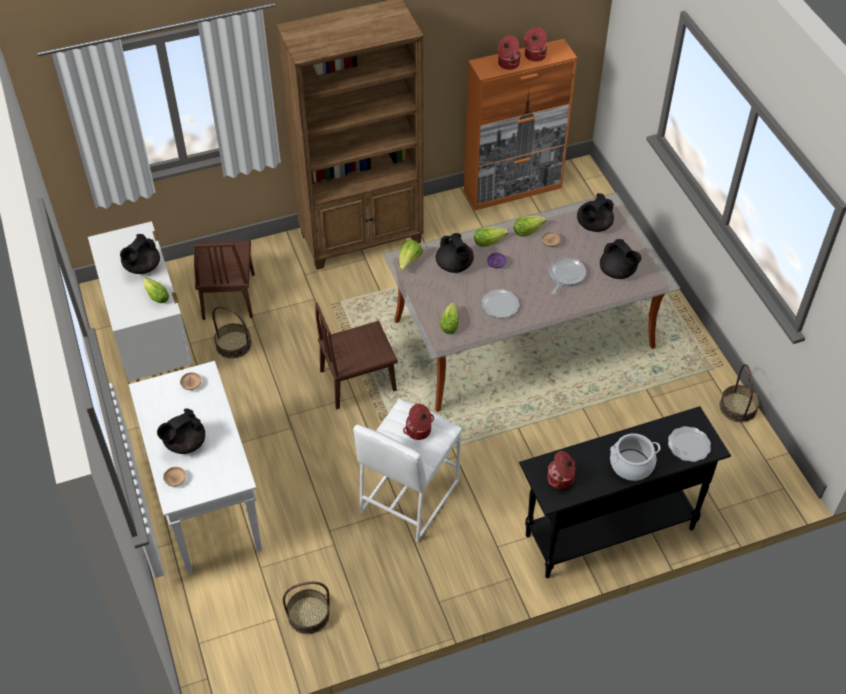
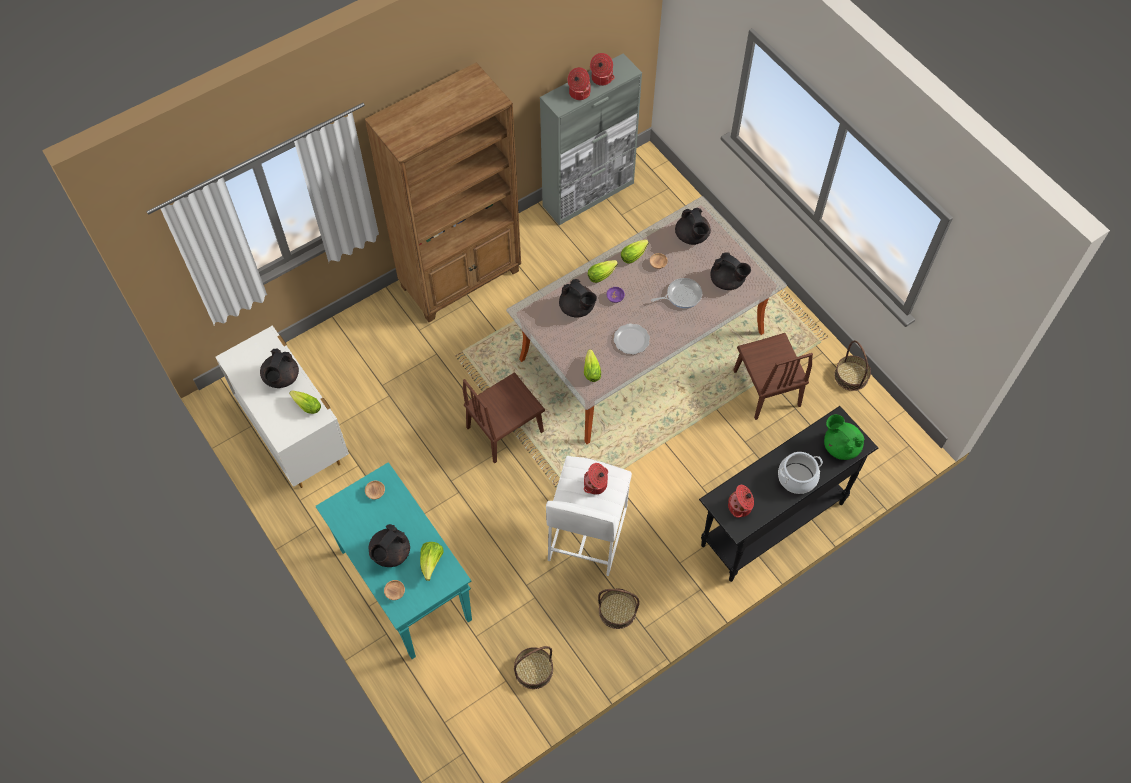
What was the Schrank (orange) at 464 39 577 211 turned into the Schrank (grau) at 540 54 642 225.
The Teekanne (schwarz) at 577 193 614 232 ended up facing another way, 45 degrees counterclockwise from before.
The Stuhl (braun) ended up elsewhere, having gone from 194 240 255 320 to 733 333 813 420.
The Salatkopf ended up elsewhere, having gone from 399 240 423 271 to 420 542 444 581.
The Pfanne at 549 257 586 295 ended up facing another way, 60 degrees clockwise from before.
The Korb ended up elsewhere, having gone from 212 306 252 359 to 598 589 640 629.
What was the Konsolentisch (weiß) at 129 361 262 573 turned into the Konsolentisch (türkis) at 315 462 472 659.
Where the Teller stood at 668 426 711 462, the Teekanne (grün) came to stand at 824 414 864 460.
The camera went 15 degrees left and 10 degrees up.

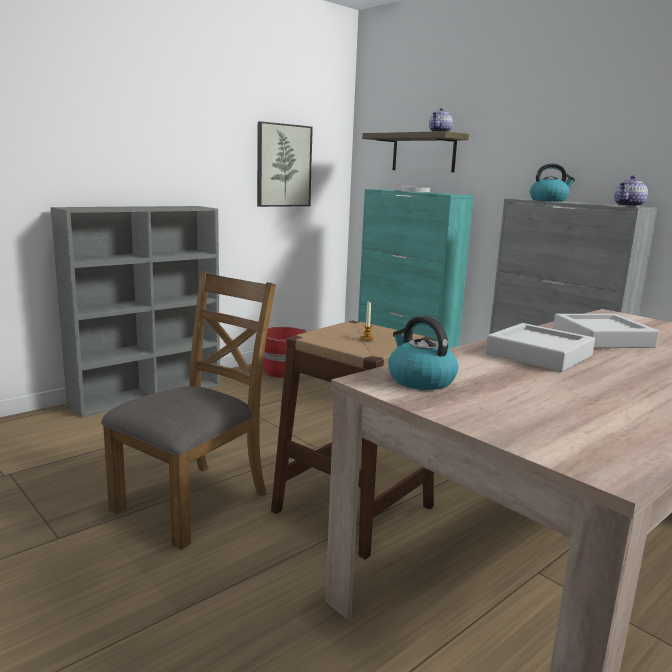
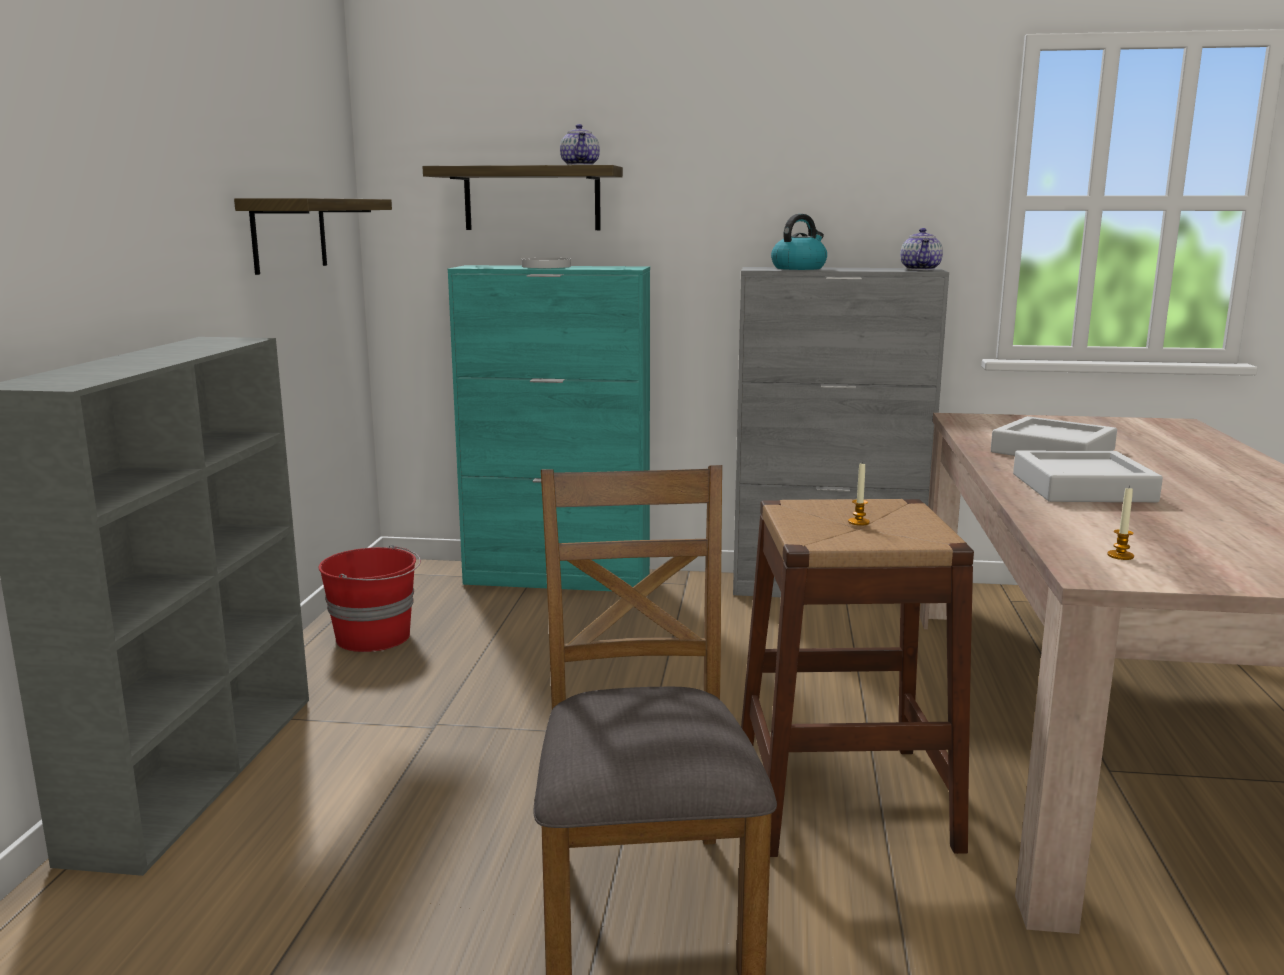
Where the Bild hung at 257 121 313 207, the Wandregal came to hang at 234 198 392 275.
Where the Wasserkessel stood at 388 316 459 390, the Kerze came to stand at 1107 486 1134 560.
The camera went 40 degrees left and 0 degrees up.

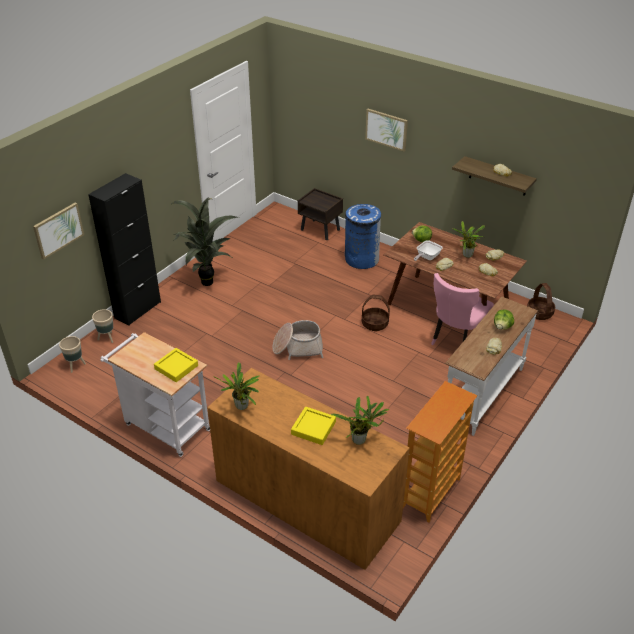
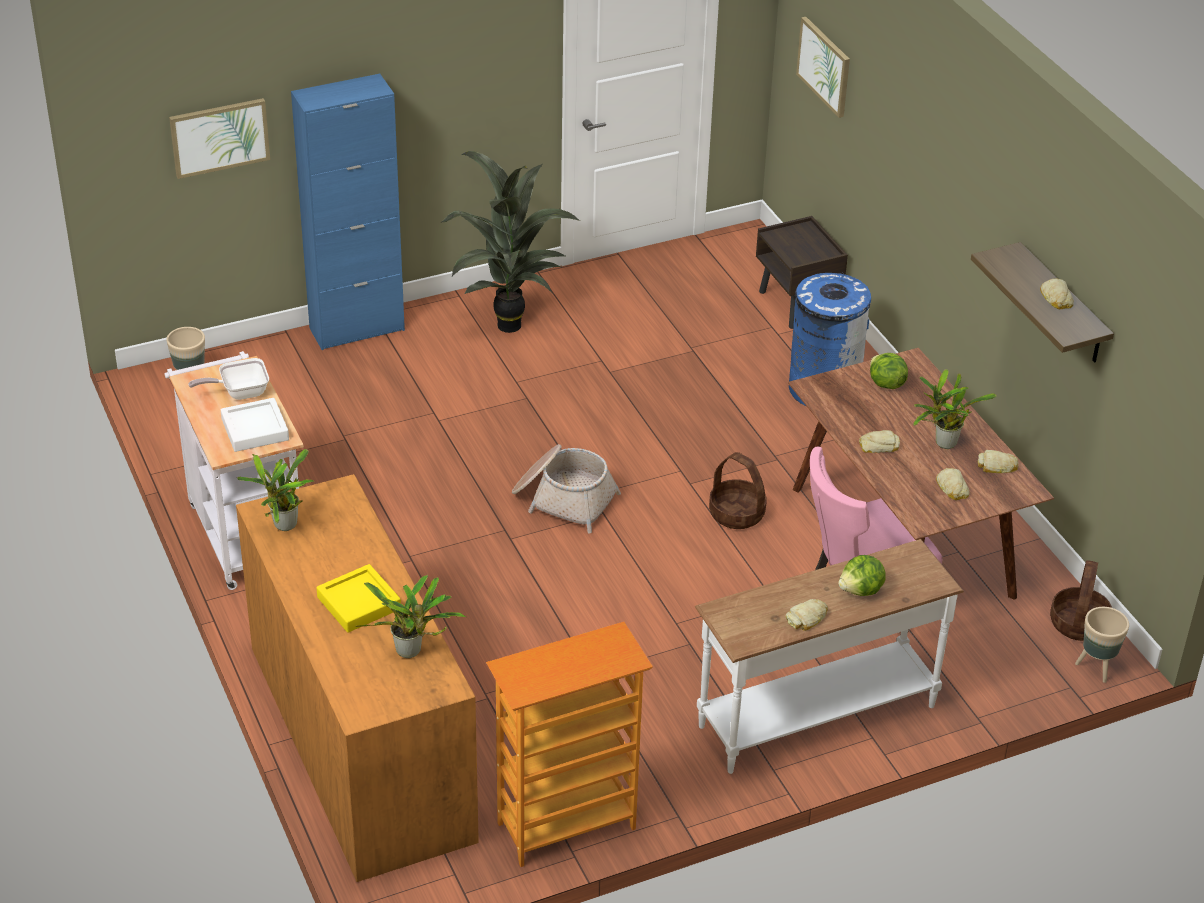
The Bild ended up elsewhere, having gone from 365 109 408 151 to 796 17 850 118.
What was the Schrank (schwarz) at 88 173 161 326 turned into the Schrank (blau) at 291 74 405 350.
The Pfanne ended up elsewhere, having gone from 414 240 443 261 to 188 358 269 400.
The Pflanzkübel (beige) ended up elsewhere, having gone from 92 309 113 343 to 1075 607 1129 683.
What was the Tablett (gelb) at 154 348 198 382 turned into the Tablett (weiß) at 221 398 289 452.
The camera went 30 degrees right and 0 degrees up.

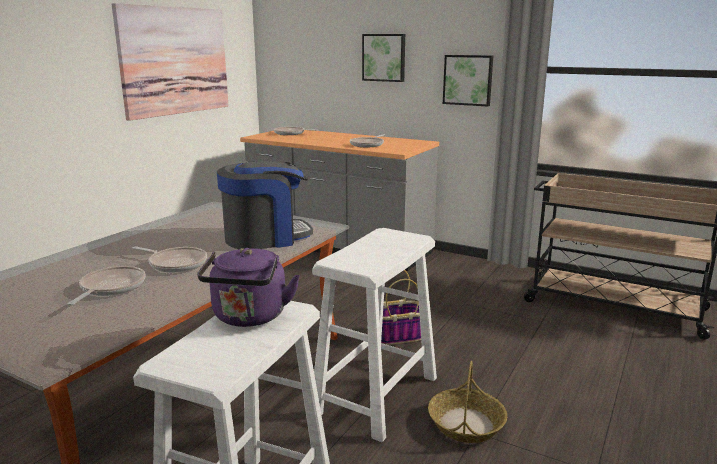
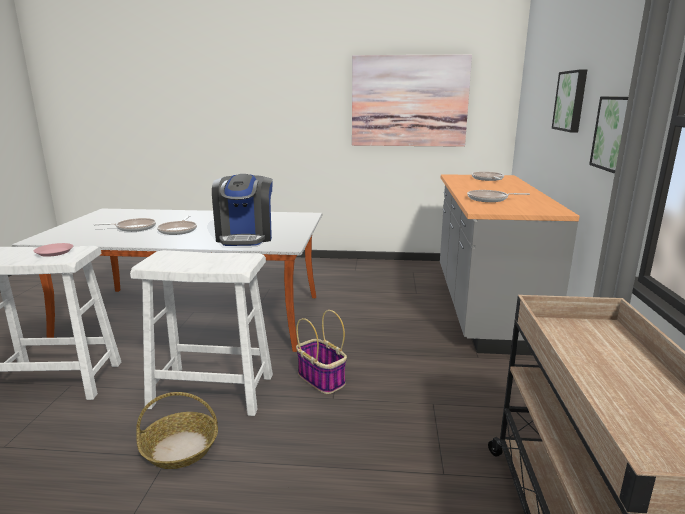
The Kaffeemaschine at 217 162 313 249 ended up facing another way, 45 degrees clockwise from before.
Where the Wasserkessel (lila) stood at 197 248 300 327, the Teller (rosa) came to stand at 34 243 73 257.
The camera went 65 degrees right and 0 degrees up.

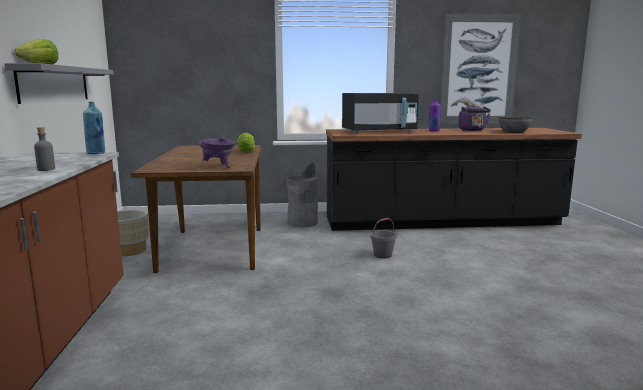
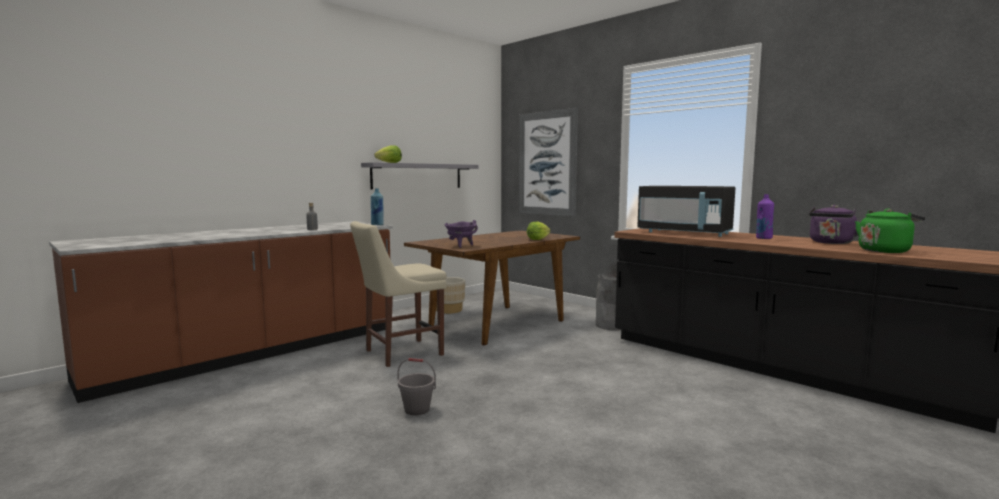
The Bild ended up elsewhere, having gone from 440 13 521 124 to 519 108 578 217.
Where the Schüssel (grau) stood at 498 116 533 133, the Wasserkessel (grün) came to stand at 855 208 925 253.
The Eimer (grau) ended up elsewhere, having gone from 370 218 397 259 to 397 358 436 415.
The second view gained the Stuhl (beige) at 350 221 447 367.
The camera went 50 degrees right and 5 degrees down.

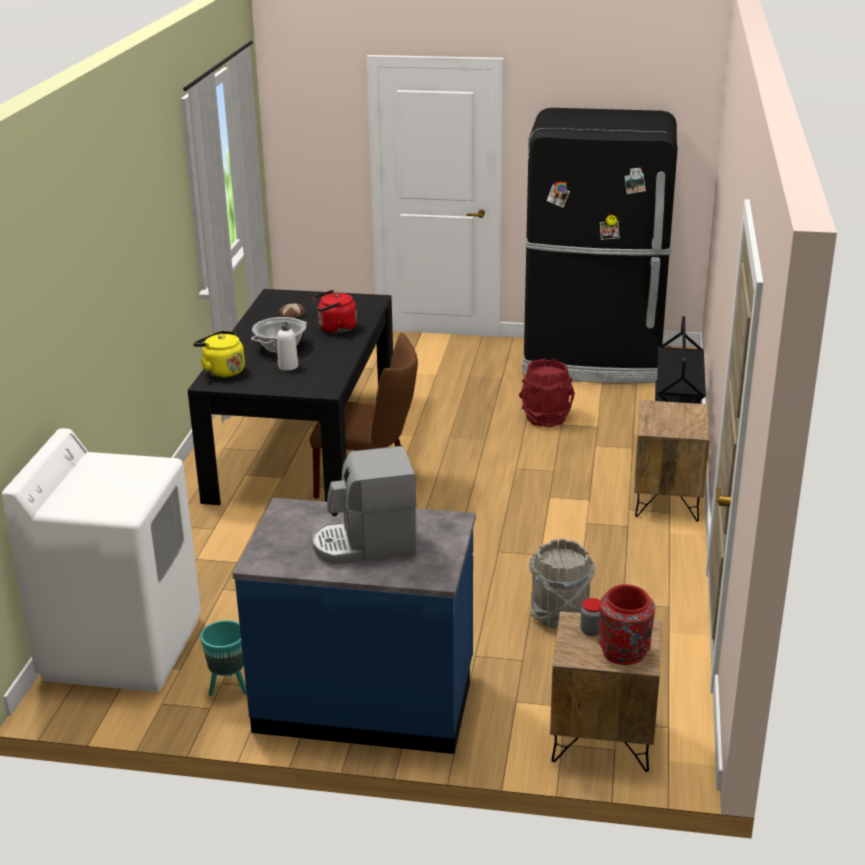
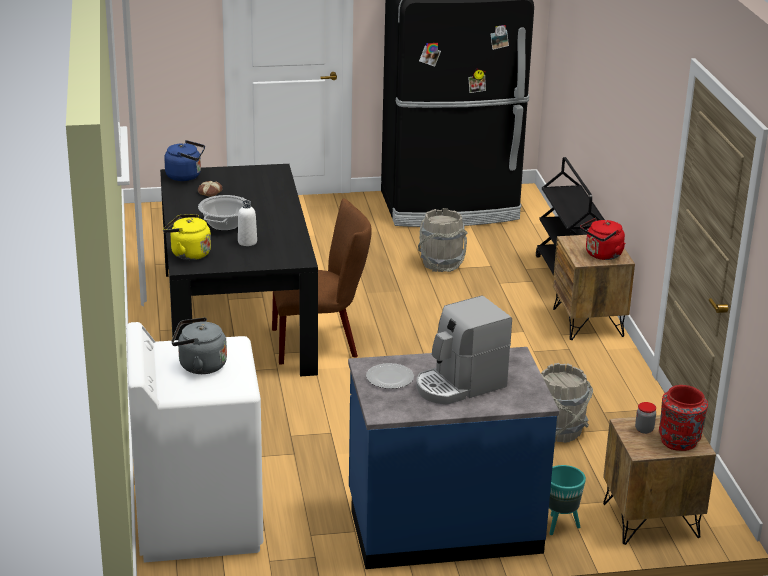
The Wasserkessel (rot) ended up elsewhere, having gone from 313 290 357 334 to 580 218 625 260.
What was the Eimer (rot) at 519 359 575 427 turned into the Eimer (grau) at 418 208 468 272.
The Pflanzkübel (türkis) ended up elsewhere, having gone from 200 620 247 696 to 549 465 586 535.
The second view gained the Wasserkessel (blau) at 164 140 205 181.
The second view gained the Wasserkessel (grau) at 171 317 227 374.
The second view gained the Teller at 366 363 414 389.
The camera went 20 degrees left and 0 degrees up.

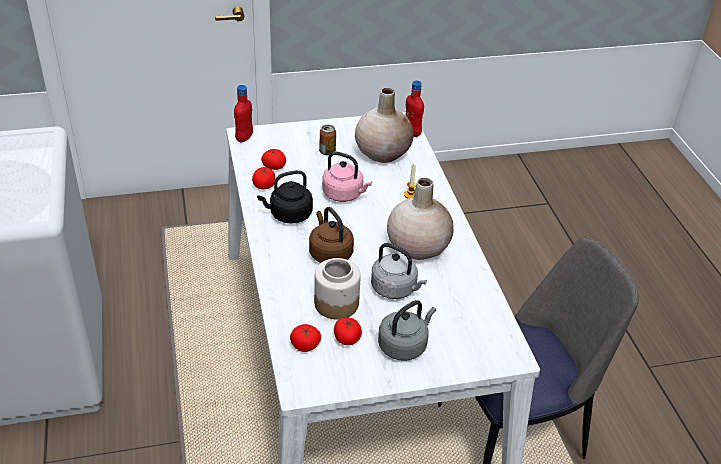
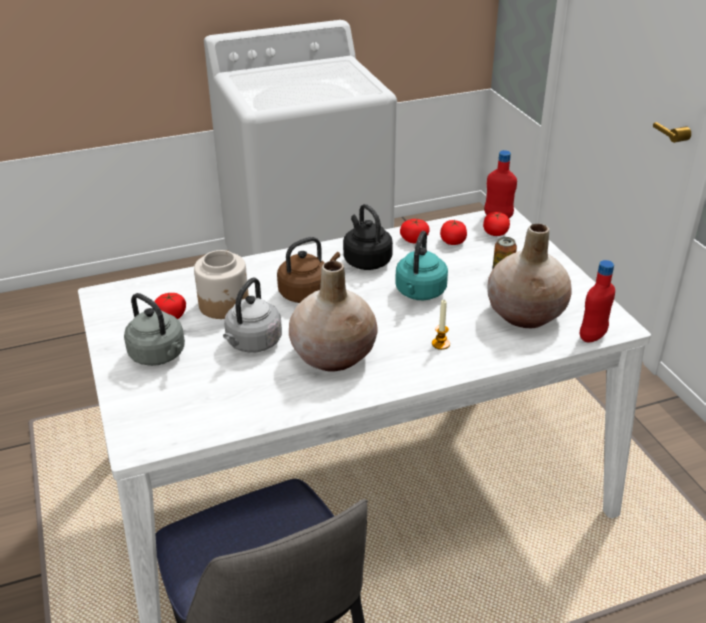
What was the Wasserkessel (rosa) at 322 152 372 202 turned into the Wasserkessel (türkis) at 395 231 448 300.
The Tomate ended up elsewhere, having gone from 290 324 321 352 to 483 212 510 236.
The camera went 85 degrees right and 5 degrees down.

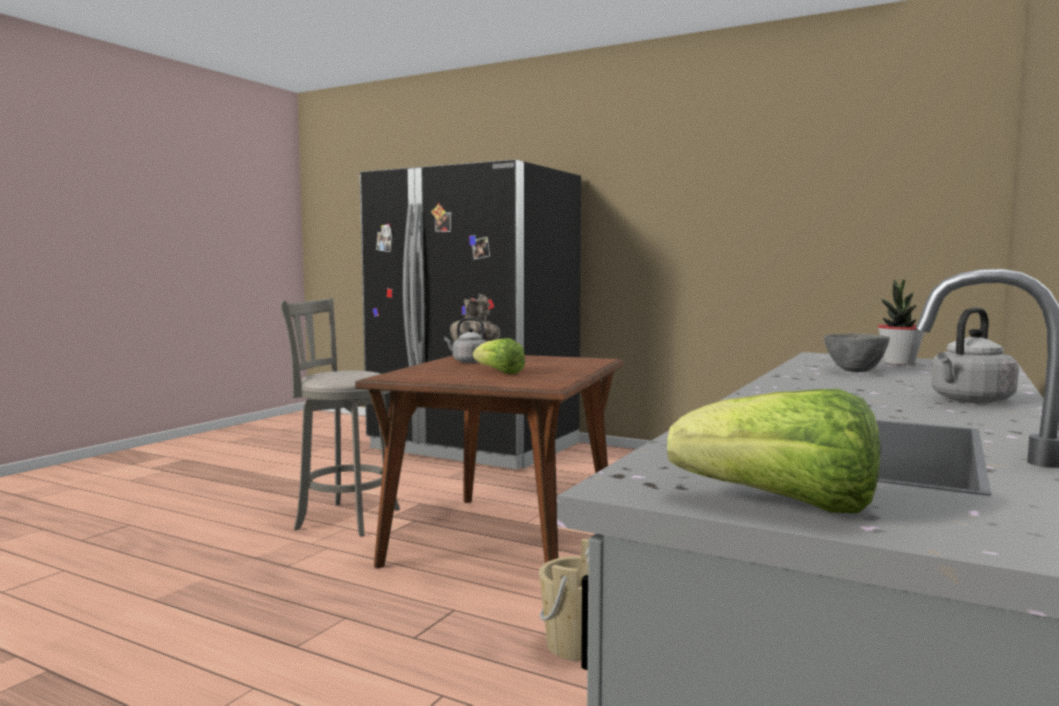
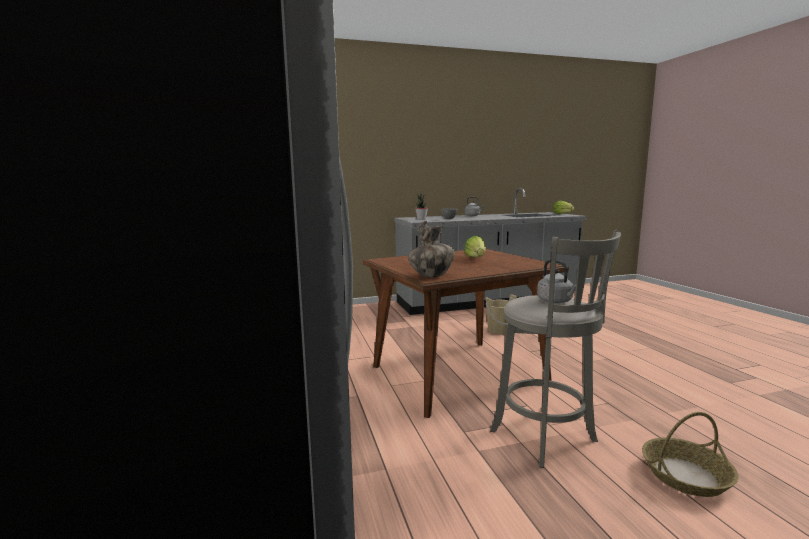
The Wasserkessel (grau) ended up elsewhere, having gone from 444 318 487 363 to 537 260 576 303.
The second view gained the Korb at 642 412 738 497.
The camera went 135 degrees left and 5 degrees up.

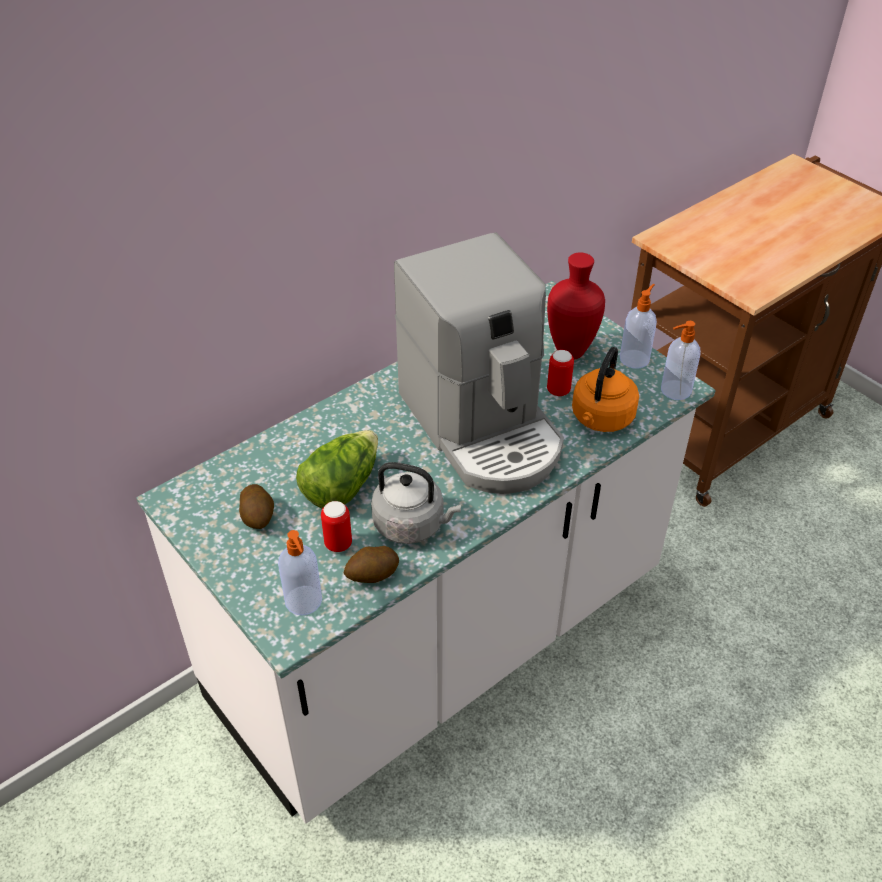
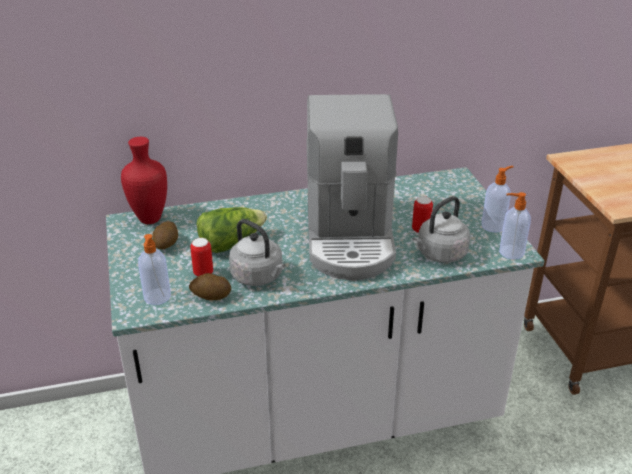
The Vase (rot) ended up elsewhere, having gone from 547 253 605 360 to 121 137 167 224.
What was the Wasserkessel (orange) at 572 347 639 432 turned into the Wasserkessel (grau) at 412 196 470 263.
The camera went 25 degrees right and 10 degrees down.

